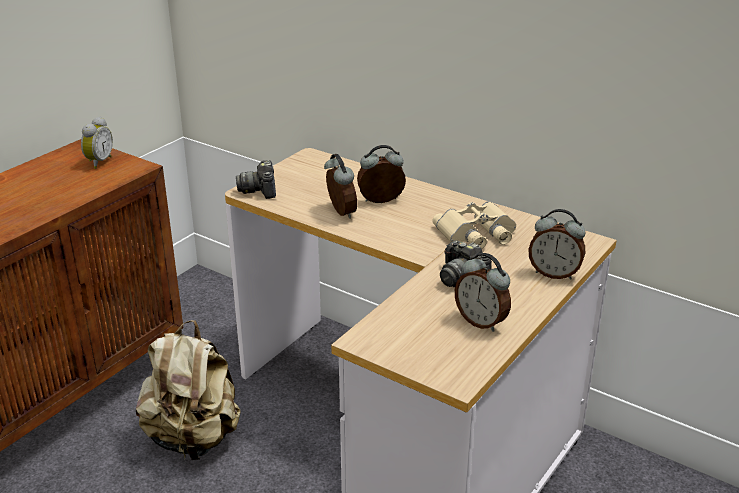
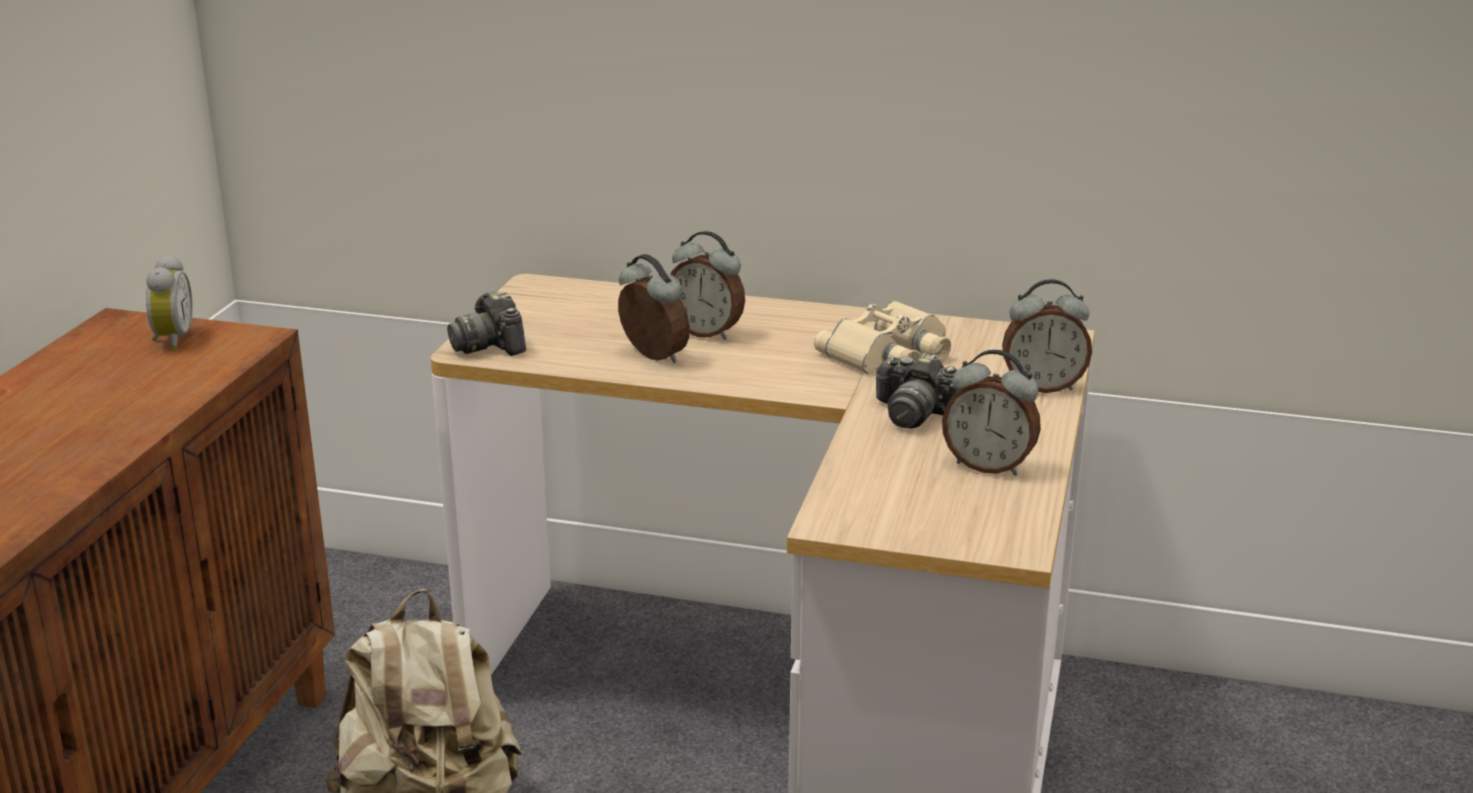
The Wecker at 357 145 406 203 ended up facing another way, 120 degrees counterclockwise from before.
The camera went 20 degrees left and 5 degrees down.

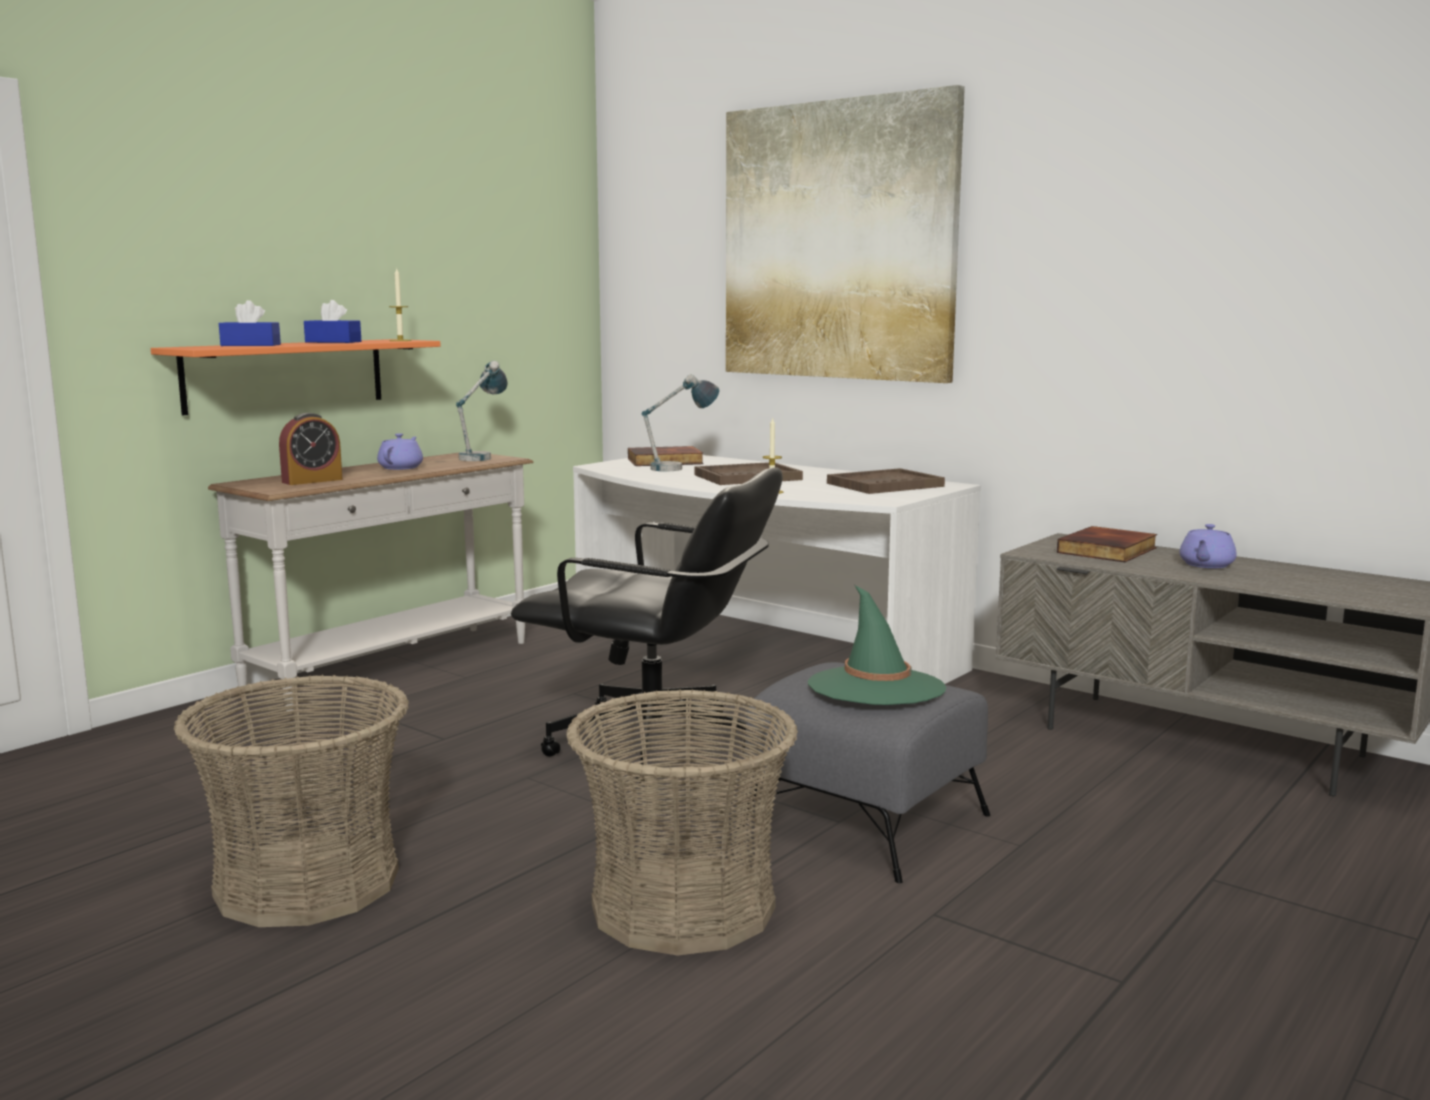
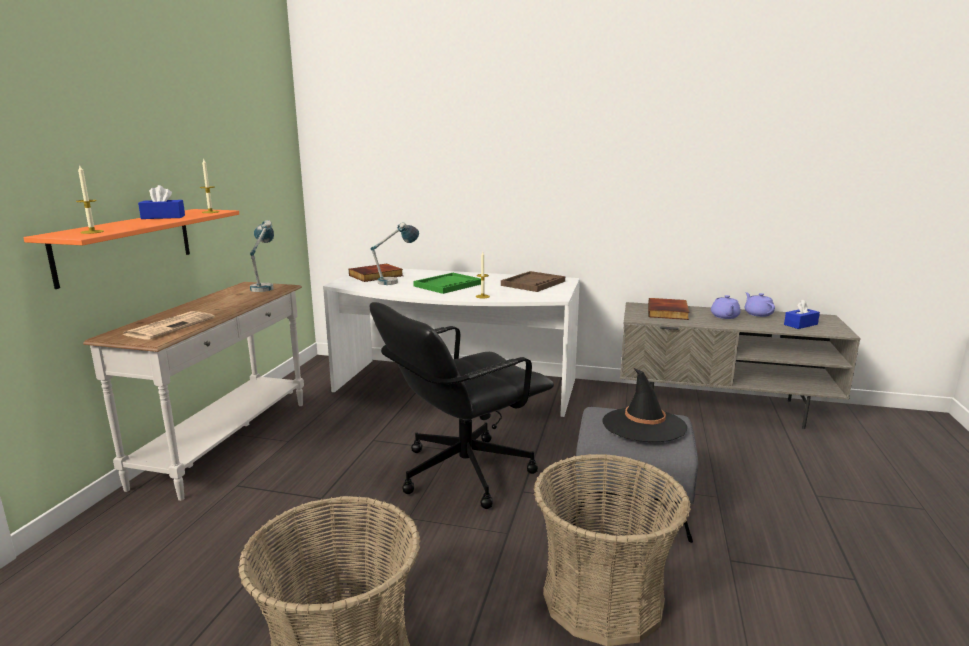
The second view lost the Bild at 726 85 965 383.
The Taschentuchbox (blau) ended up elsewhere, having gone from 219 300 281 346 to 784 299 820 329.
Where the Wecker stood at 279 413 343 485, the Zeitung came to stand at 123 311 215 340.
The Teekanne (lila) ended up elsewhere, having gone from 377 433 423 470 to 744 292 775 317.
What was the Tablett (braun) at 694 462 803 485 turned into the Tablett (grün) at 413 273 481 294.
The Bürostuhl (schwarz) at 511 468 783 783 ended up facing another way, 150 degrees clockwise from before.
What was the Hut (grün) at 808 585 946 705 turned into the Hut (schwarz) at 603 368 687 442.
The second view gained the Kerze at 76 166 104 234.
The camera went 25 degrees left and 5 degrees up.

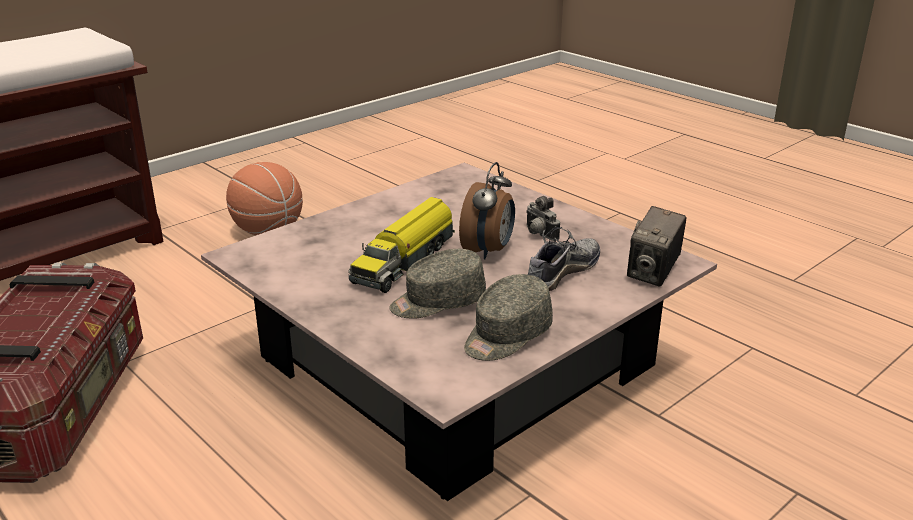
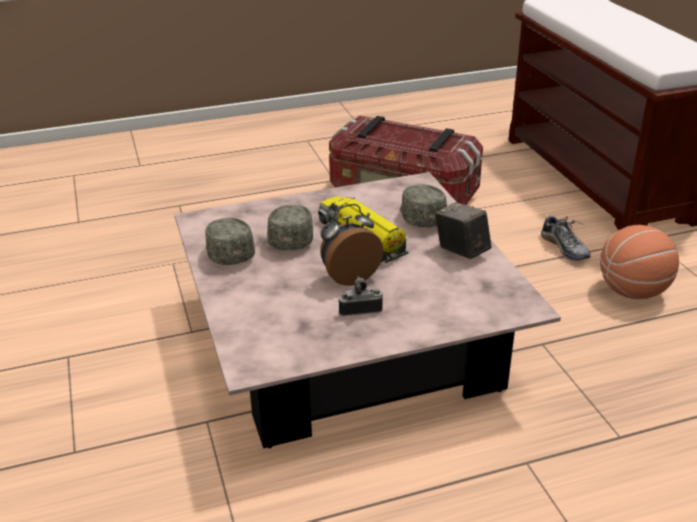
The Wecker at 459 162 515 259 ended up facing another way, 105 degrees clockwise from before.
The Kamera ended up elsewhere, having gone from 627 206 686 287 to 435 202 492 259.
The Schuh ended up elsewhere, having gone from 528 227 600 291 to 541 213 591 261.
The second view gained the Kappe (grau) at 400 185 447 228.
The camera went 115 degrees right and 5 degrees up.

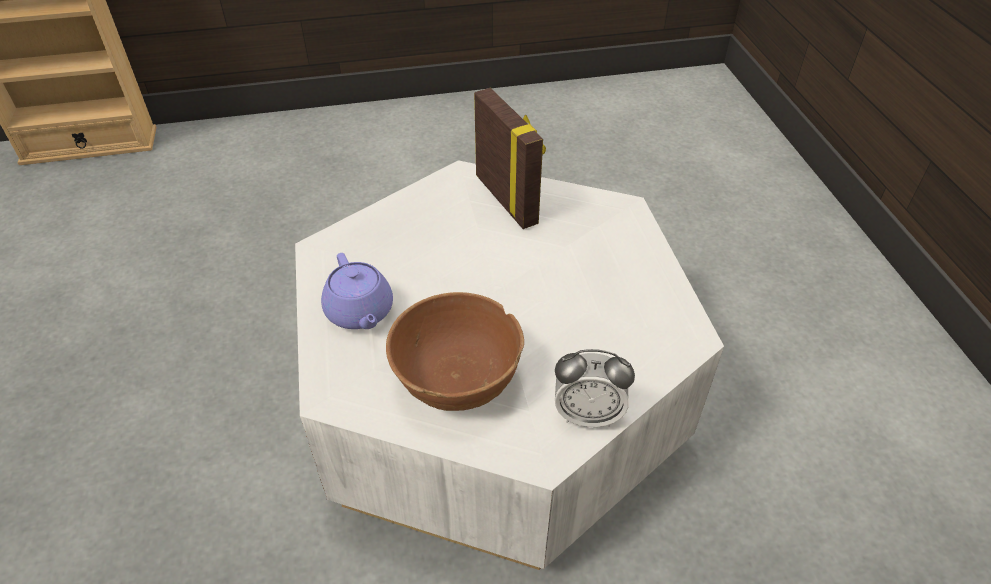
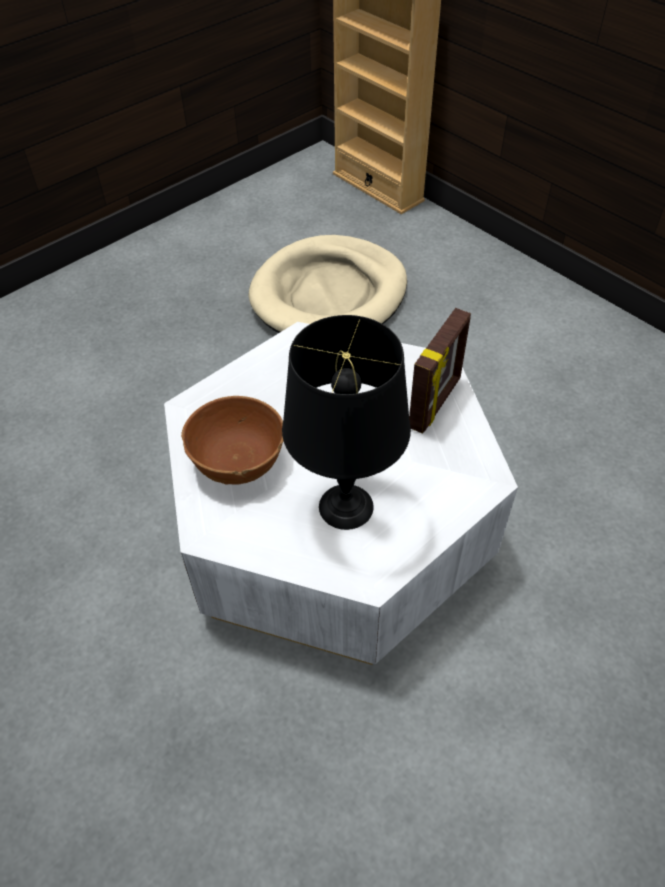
The second view lost the Teekanne (lila) at 321 253 393 329.
The second view lost the Wecker at 555 349 635 427.
The second view gained the Hundebett (beige) at 249 235 407 333.
The second view gained the Tischlampe (schwarz) at 282 315 411 530.
The camera went 60 degrees right and 5 degrees up.

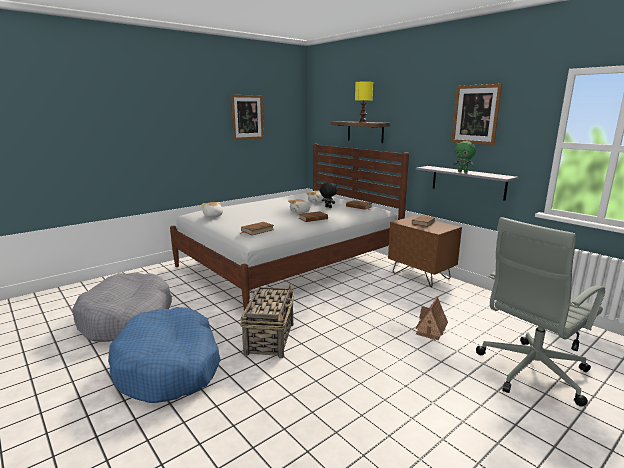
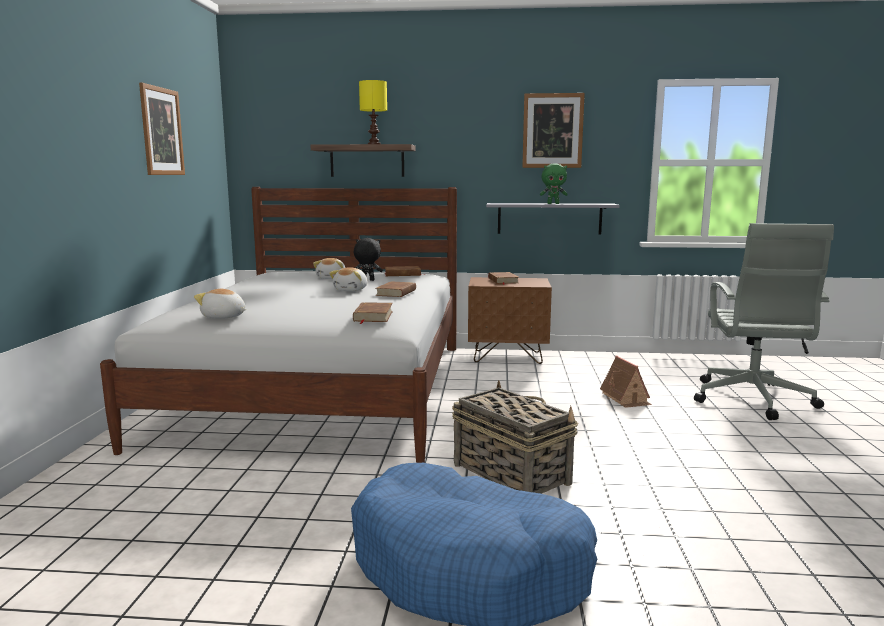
The second view lost the Hundebett (grau) at 72 272 172 342.
The camera went 45 degrees left and 5 degrees down.

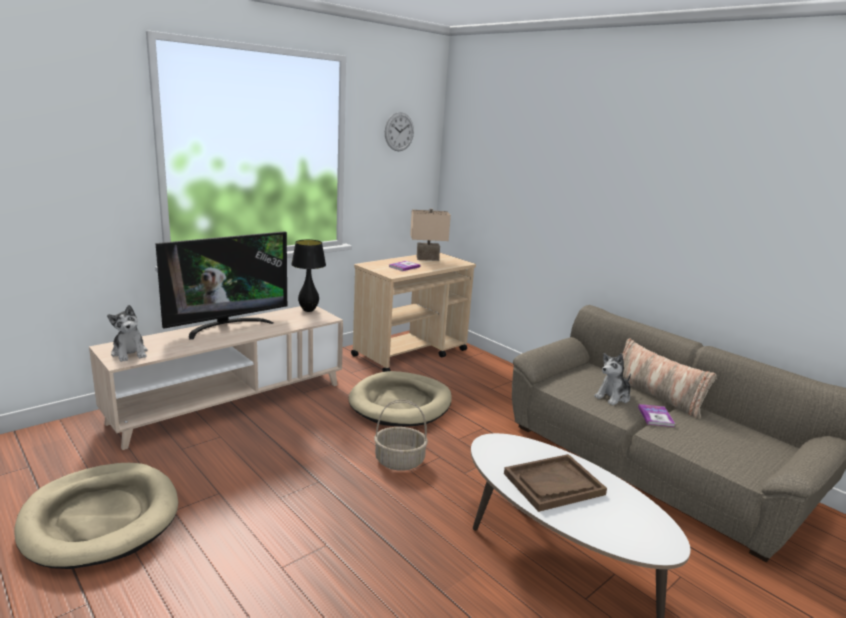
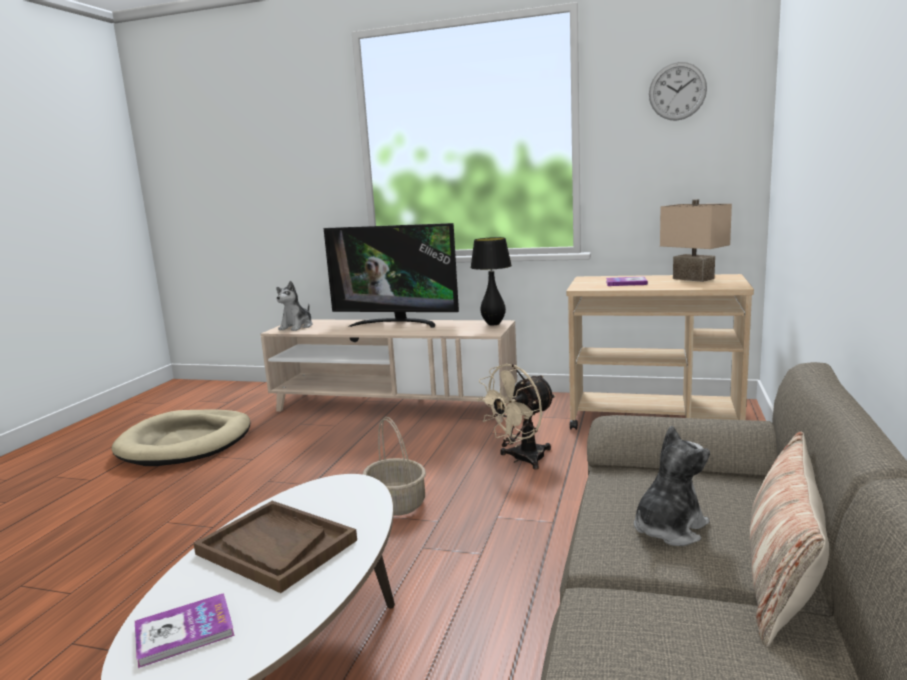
The Plüschtier at 594 353 631 405 ended up facing another way, 120 degrees clockwise from before.
Where the Hundebett (beige) stood at 349 371 452 427, the Ventilator (beige) came to stand at 477 364 556 470.
The Buch ended up elsewhere, having gone from 638 404 675 427 to 135 593 235 668.
The camera went 60 degrees right and 5 degrees down.

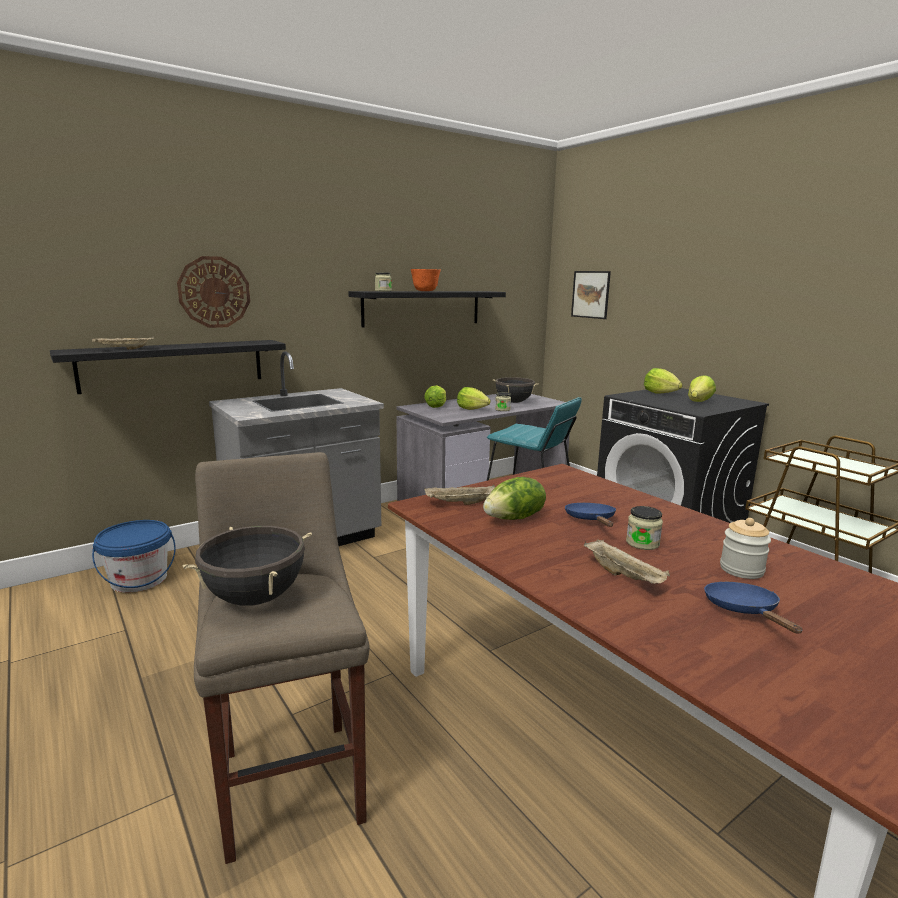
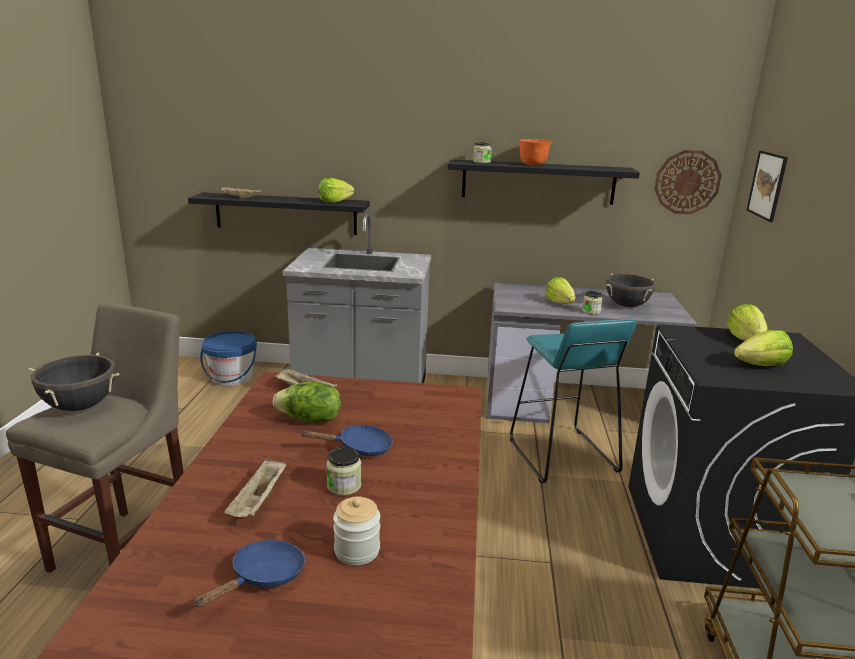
The Wanduhr ended up elsewhere, having gone from 177 256 250 328 to 654 150 722 214.
The Salatkopf ended up elsewhere, having gone from 424 385 446 408 to 318 178 354 203.
The Pfanne (blau) at 565 503 616 527 ended up facing another way, 45 degrees clockwise from before.
The camera went 40 degrees right and 5 degrees up.

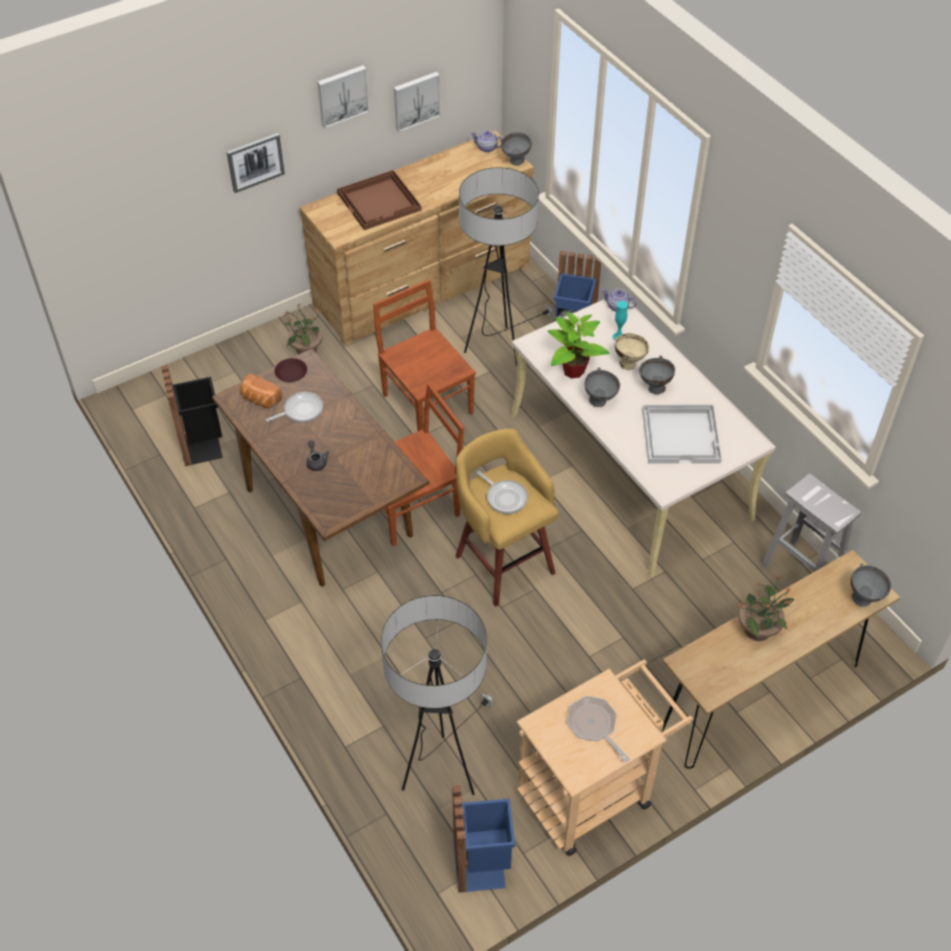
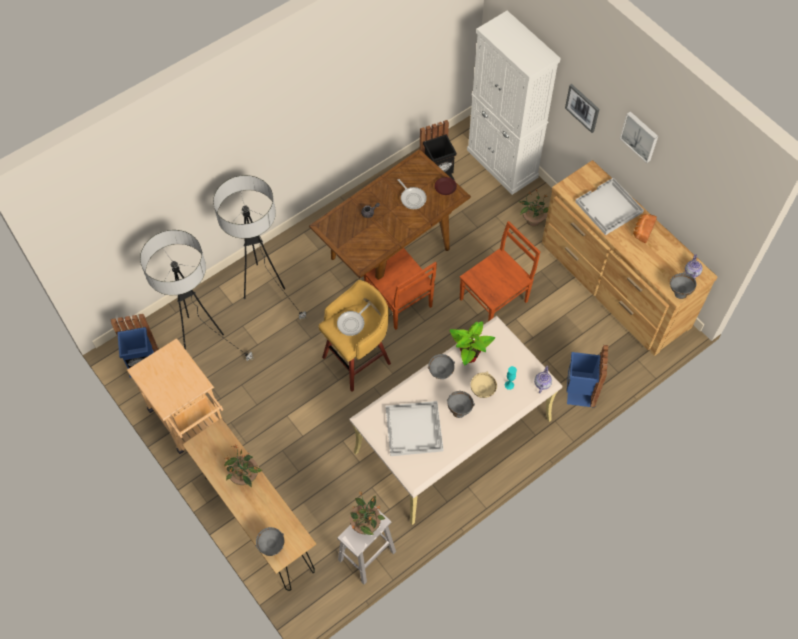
The second view lost the Bild at 394 72 441 132.
The Stehlampe ended up elsewhere, having gone from 459 167 554 366 to 213 175 306 319.
What was the Tablett (braun) at 337 170 422 230 turned into the Tablett (weiß) at 575 178 644 235.
The Brot ended up elsewhere, having gone from 240 374 282 408 to 633 214 657 243.
The second view lost the Pfanne at 567 696 630 762.
The second view gained the Schrank (weiß) at 467 11 561 195.
The second view gained the Topfpflanze at 350 491 385 535.
The camera went 85 degrees right and 10 degrees up.

